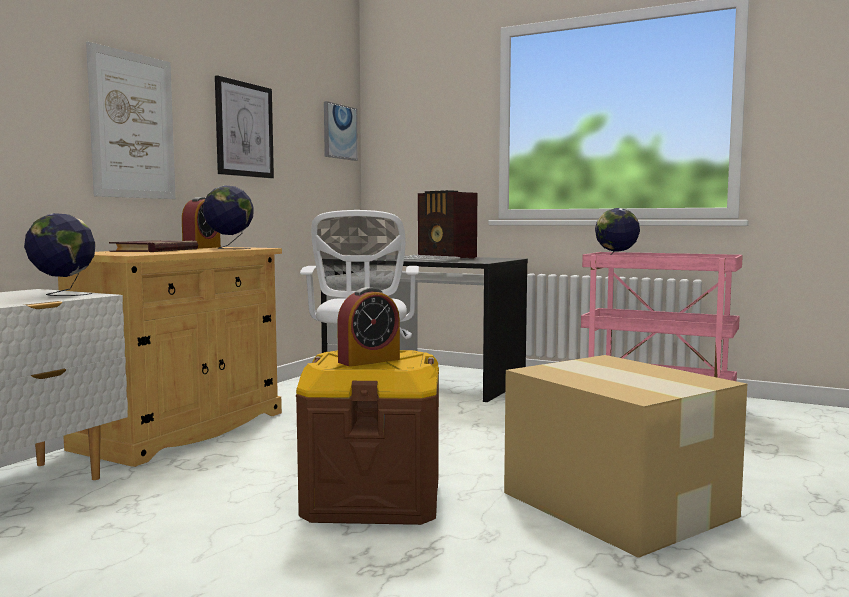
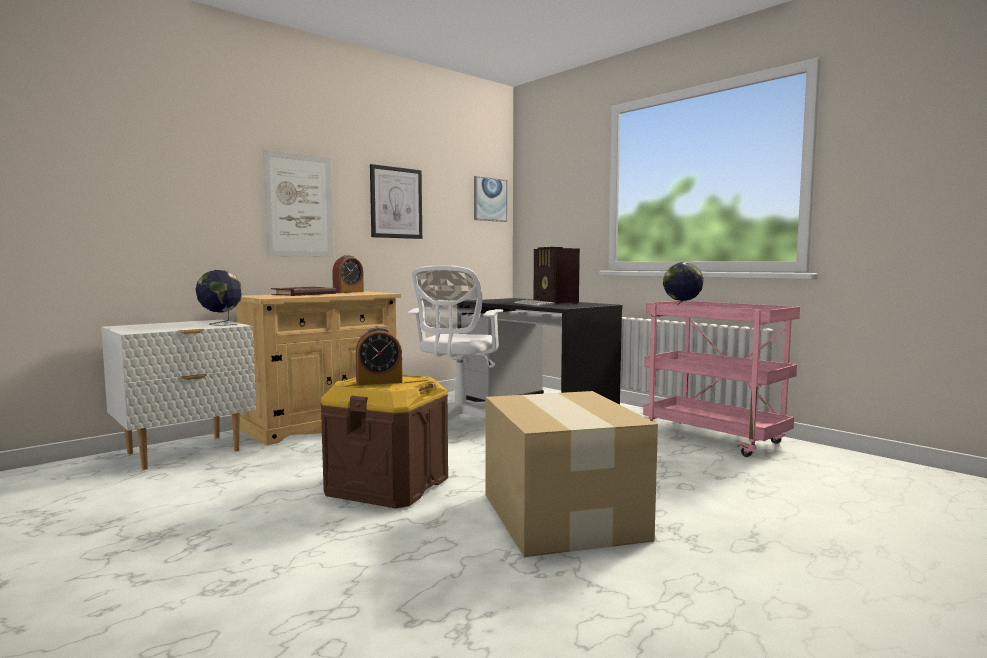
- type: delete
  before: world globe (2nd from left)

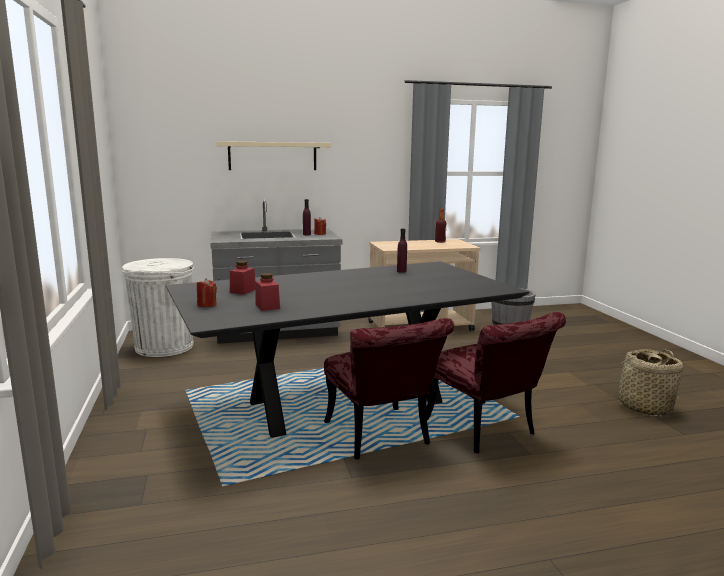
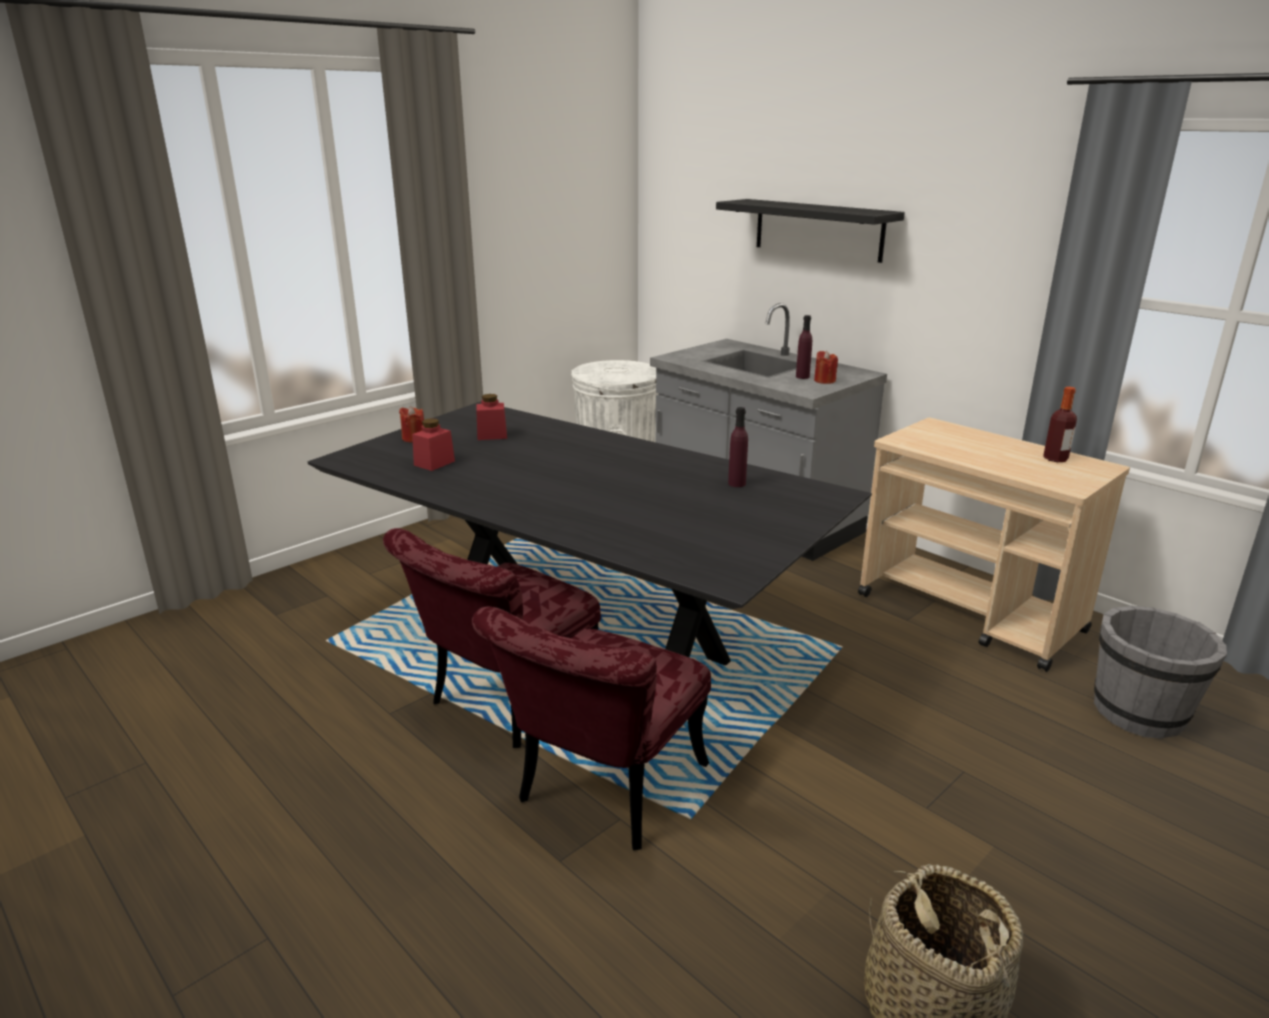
- type: recolor
  before: sand-coloured wall shelf
  after: blackish wall shelf

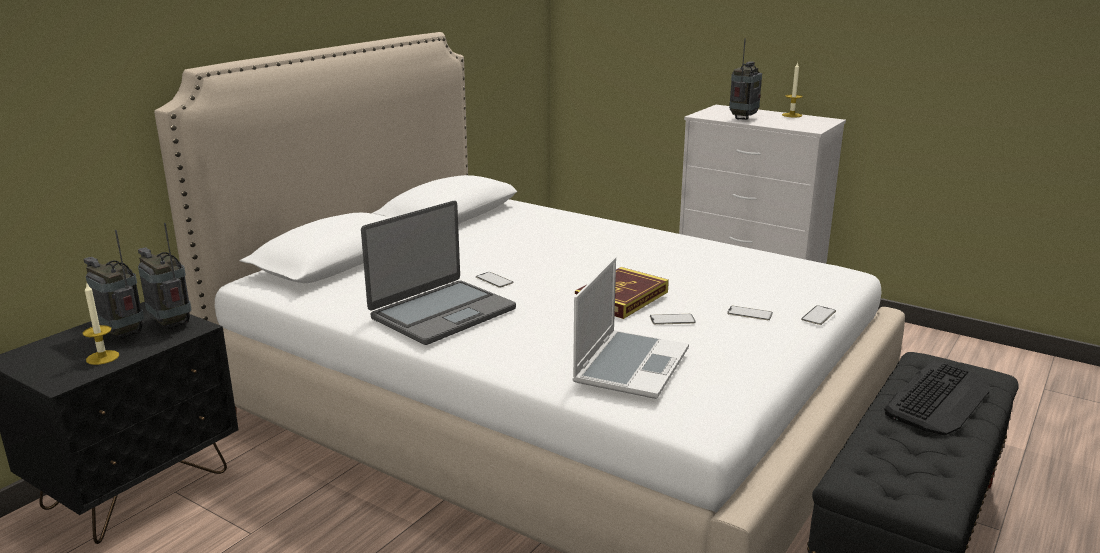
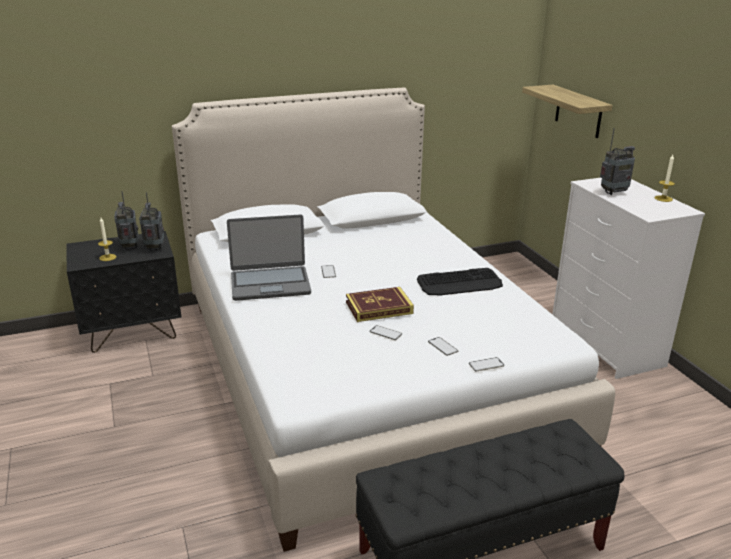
- type: delete
  before: notebook computer (2nd from left)
- type: insert
  after: wall shelf
- type: move
  before: keyboard

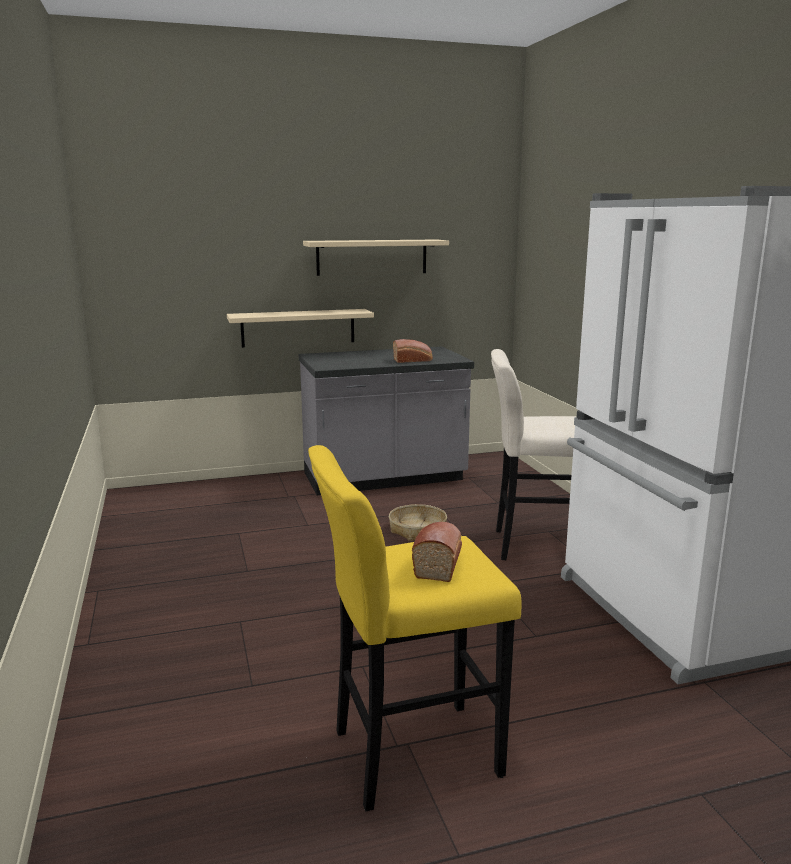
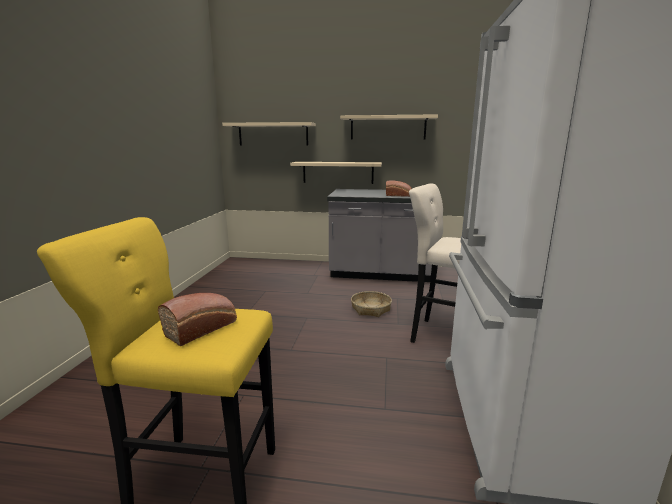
- type: insert
  after: sand-coloured wall shelf (1st from left)

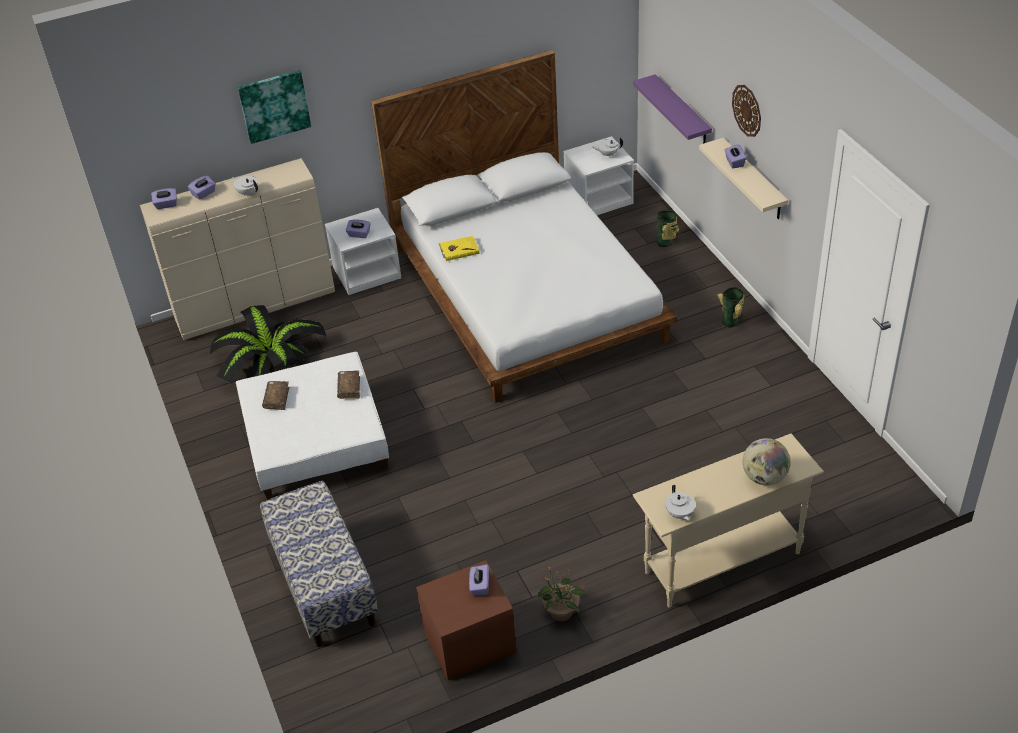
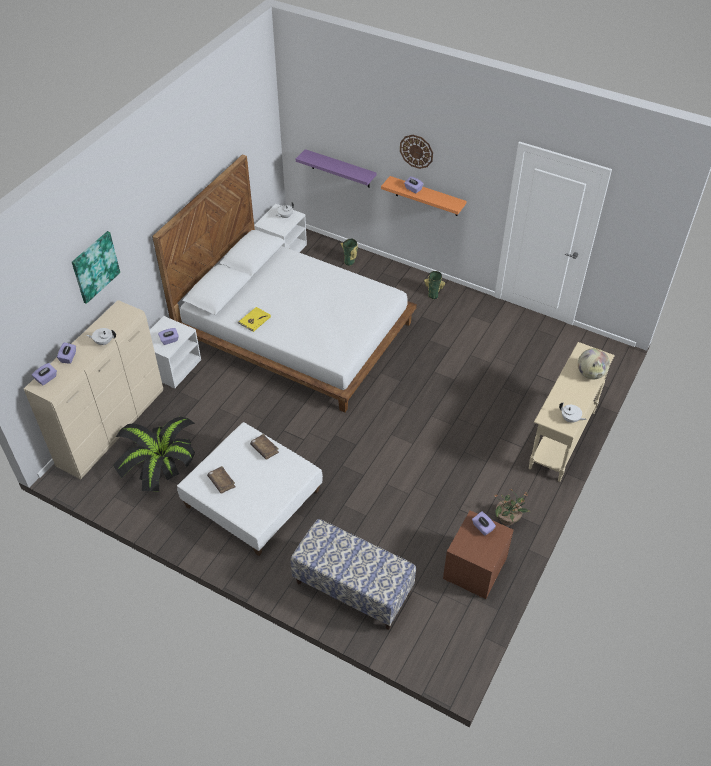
- type: recolor
  before: sand-coloured wall shelf
  after: orangey wall shelf

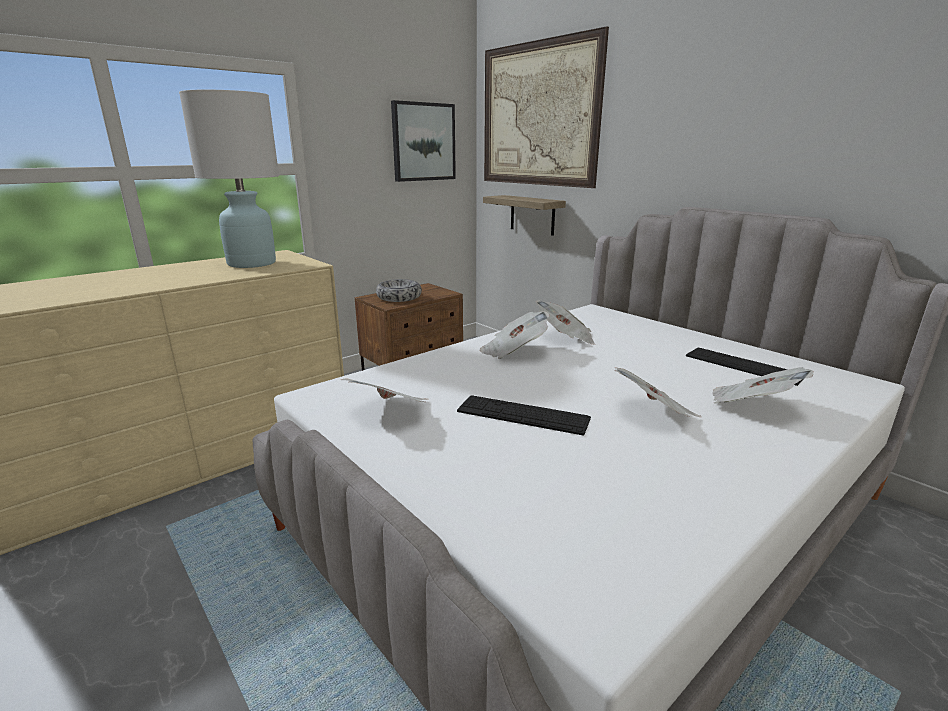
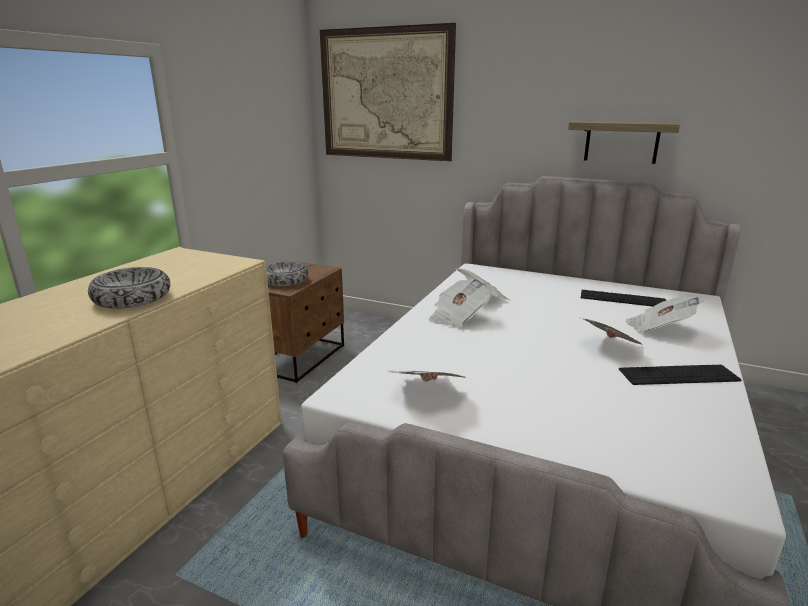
- type: delete
  before: white-coloured tabletop lamp
- type: delete
  before: picture (1st from left)
- type: insert
  after: serving bowl (1st from left)
- type: move
  before: keyboard (1st from left in the first image)
  after: keyboard (2nd from left)
- type: move
  before: wall shelf

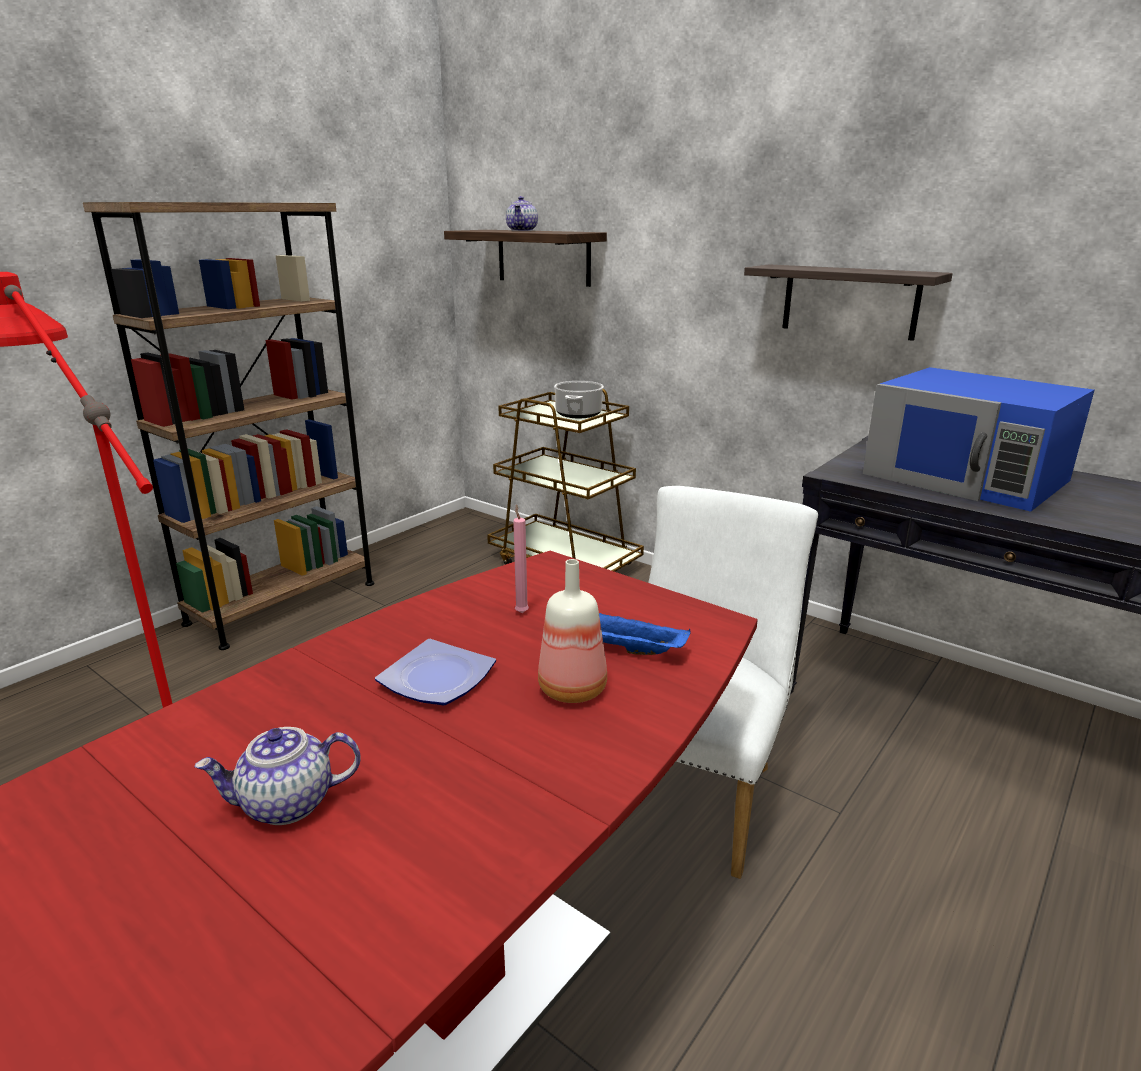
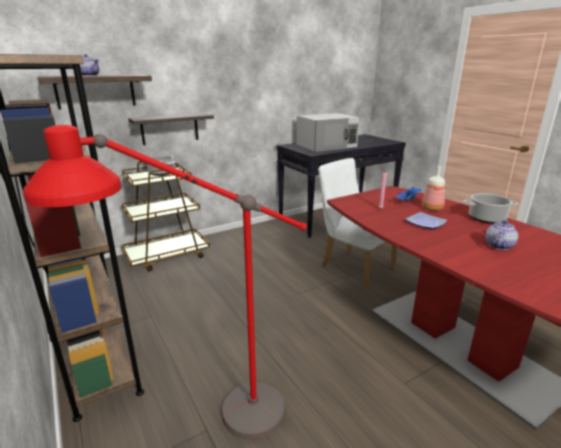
- type: insert
  after: saucepot (2nd from left)
- type: move
  before: wall shelf (2nd from left)
- type: recolor
  before: blue-coloured microwave oven
  after: white-coloured microwave oven
- type: rotate
  before: teapot (1st from left in the first image)
  turn: -150

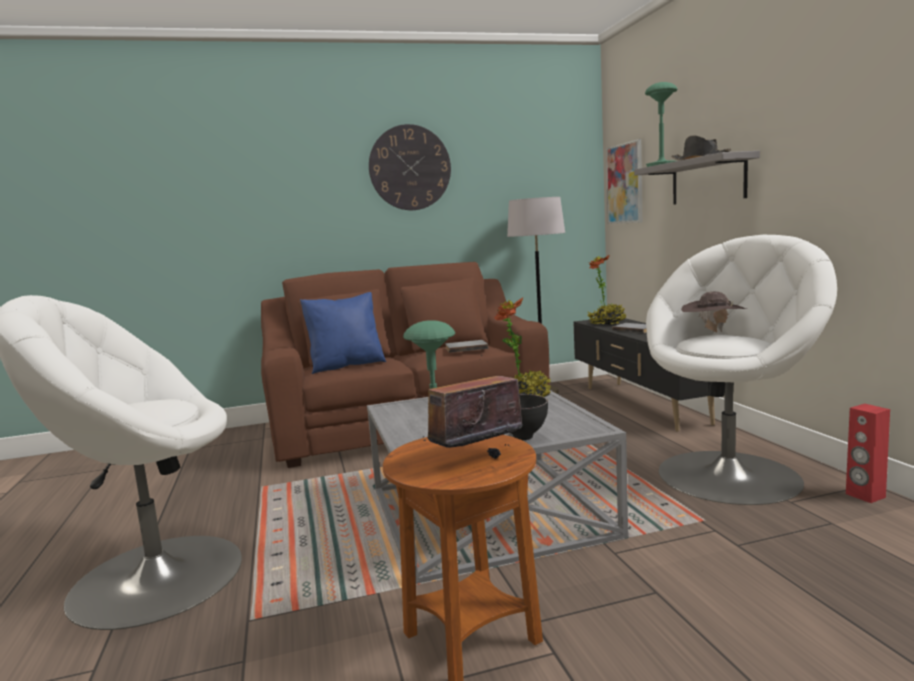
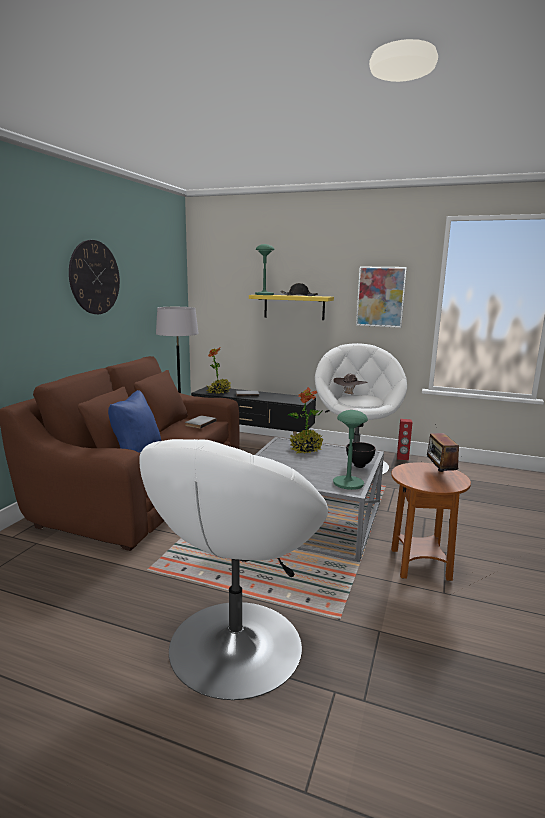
- type: move
  before: picture
- type: recolor
  before: grey wall shelf
  after: yellowish wall shelf

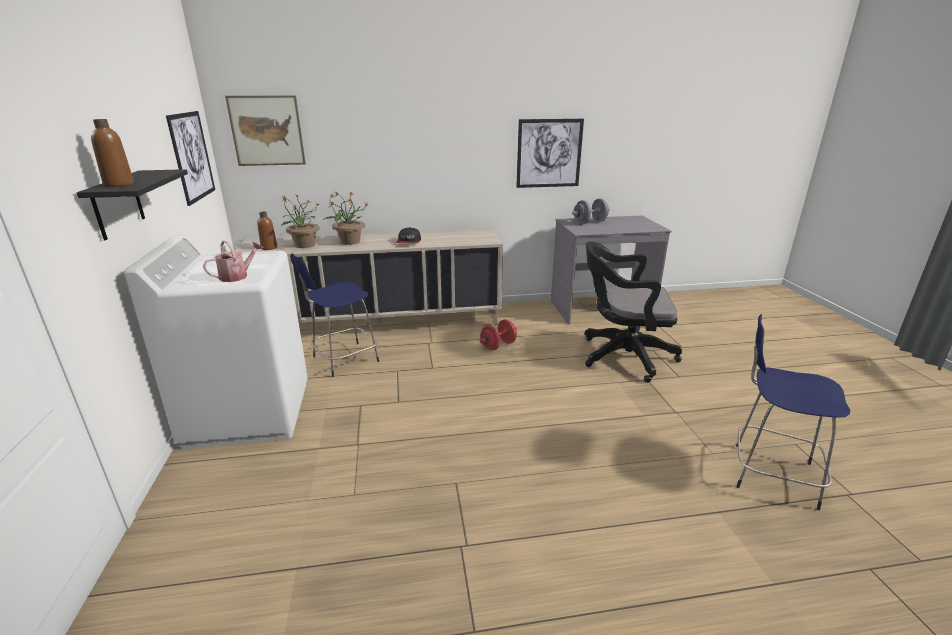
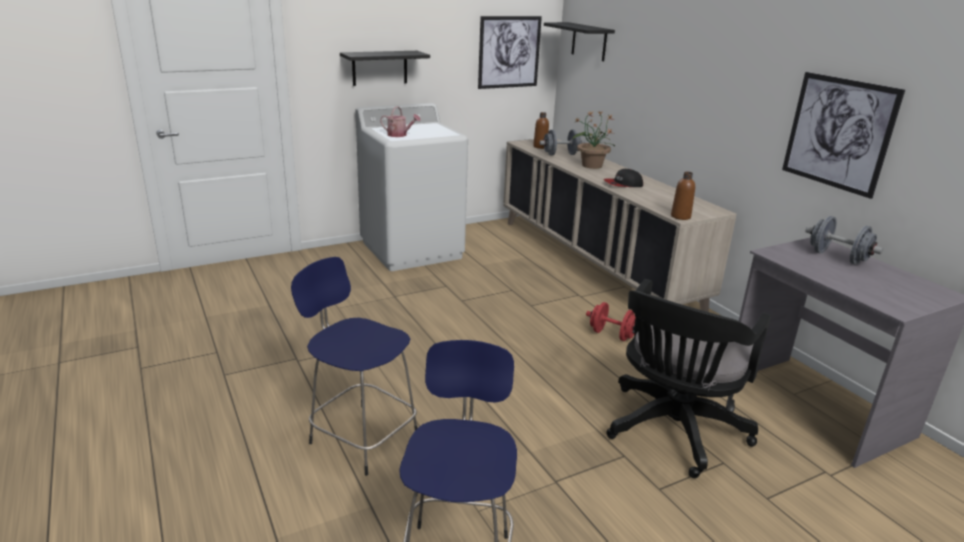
- type: move
  before: brown drink bottle (1st from left in the first image)
  after: brown drink bottle (2nd from left)
- type: move
  before: blue-coloured sitting stool (1st from left)
- type: replace
  before: picture (2nd from left)
  after: blackish wall shelf (2nd from left)
- type: replace
  before: potted plant (1st from left)
  after: grey hand weight (1st from left)
- type: rotate
  before: blackish computer chair
  turn: -135

